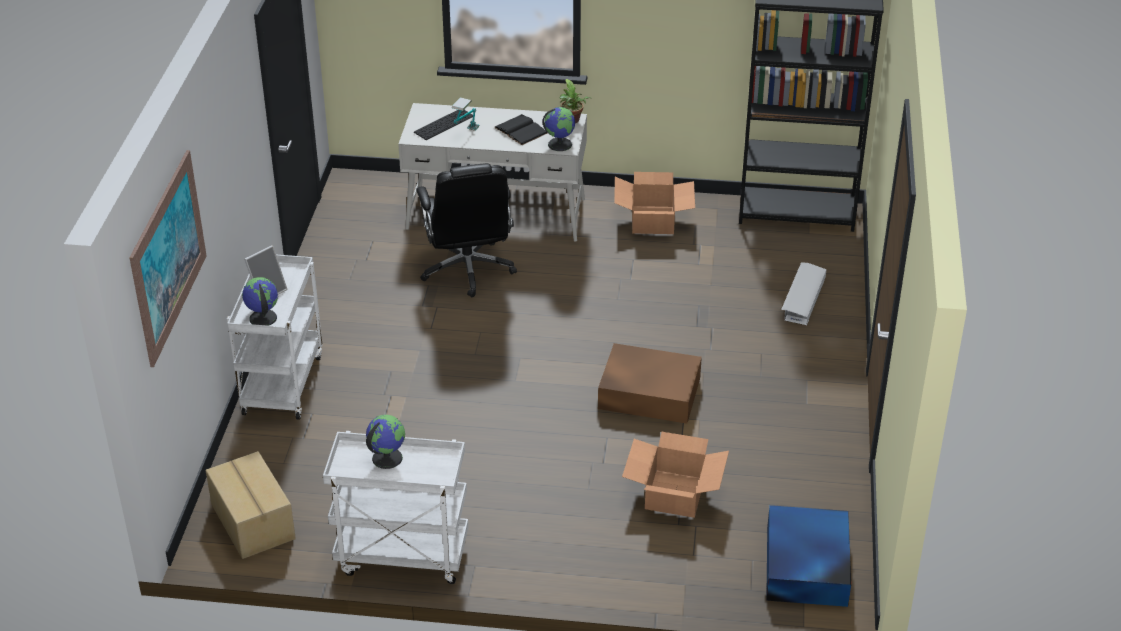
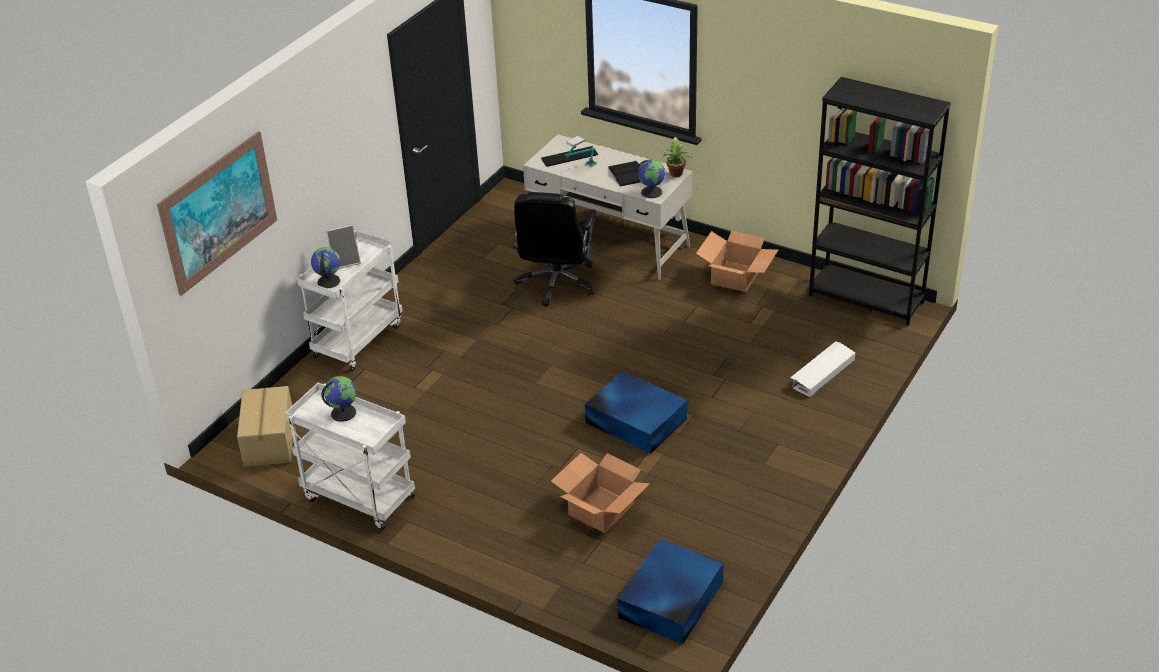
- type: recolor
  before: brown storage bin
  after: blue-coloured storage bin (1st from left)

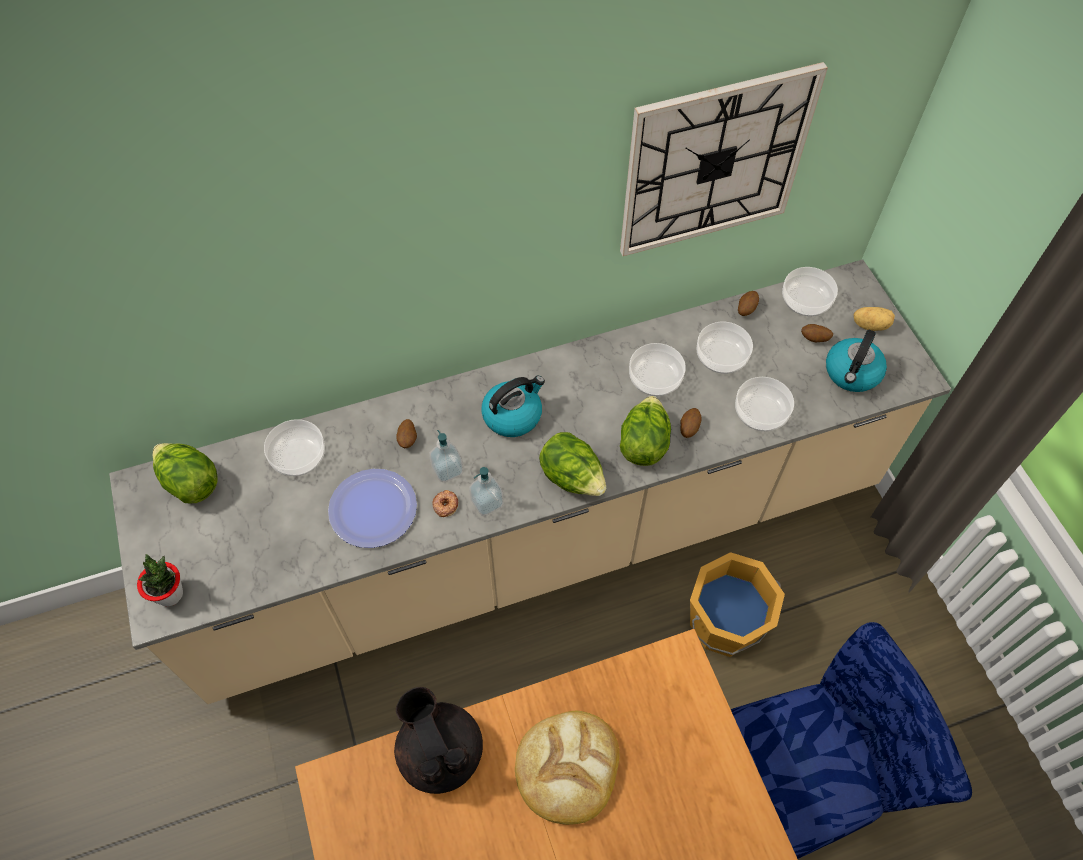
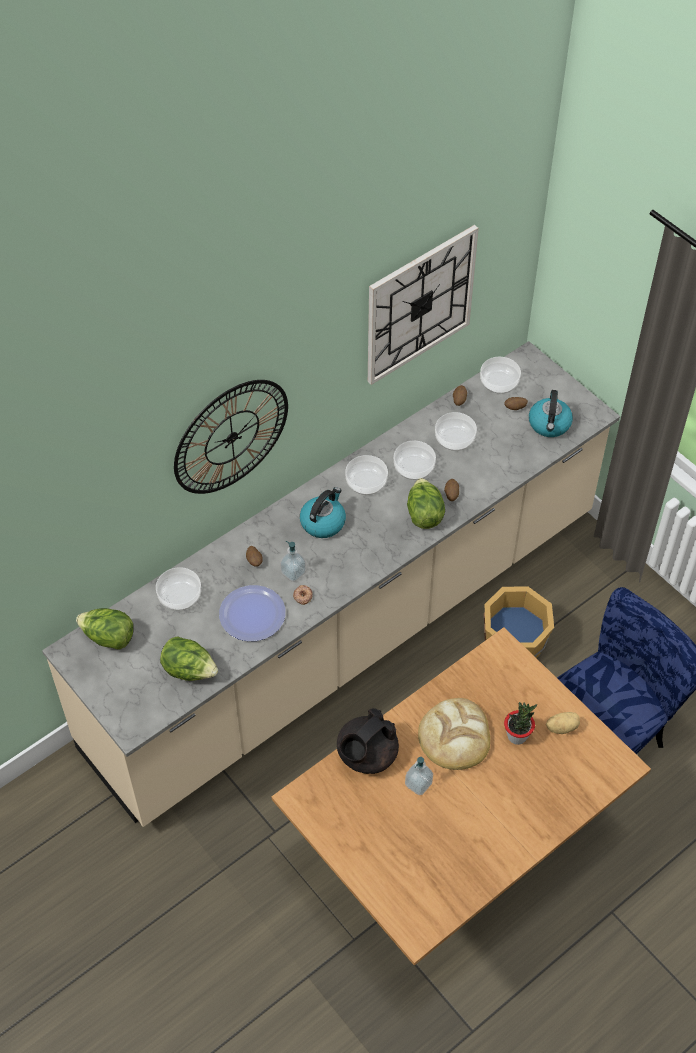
- type: insert
  after: hanging clock (1st from left)
- type: move
  before: potted plant
- type: move
  before: soap dispenser (2nd from left)
- type: move
  before: lettuce head (2nd from left)
- type: move
  before: serving bowl (4th from left in the first image)
  after: serving bowl (2nd from left)
- type: move
  before: potato (5th from left)
- type: rotate
  before: blackish teapot
  turn: -90

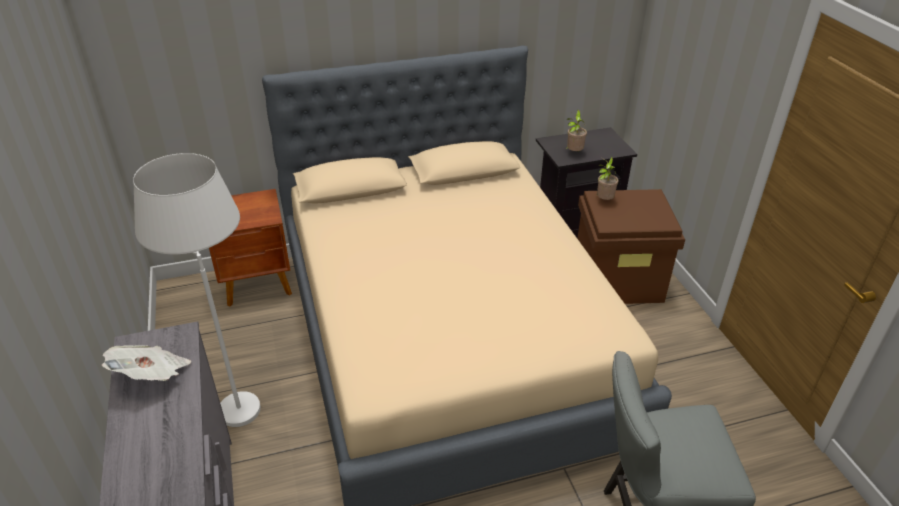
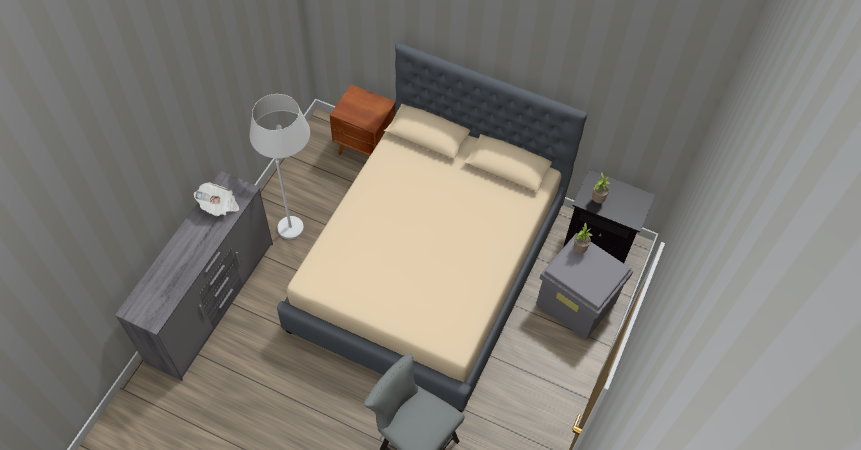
- type: recolor
  before: brown storage bin
  after: grey storage bin

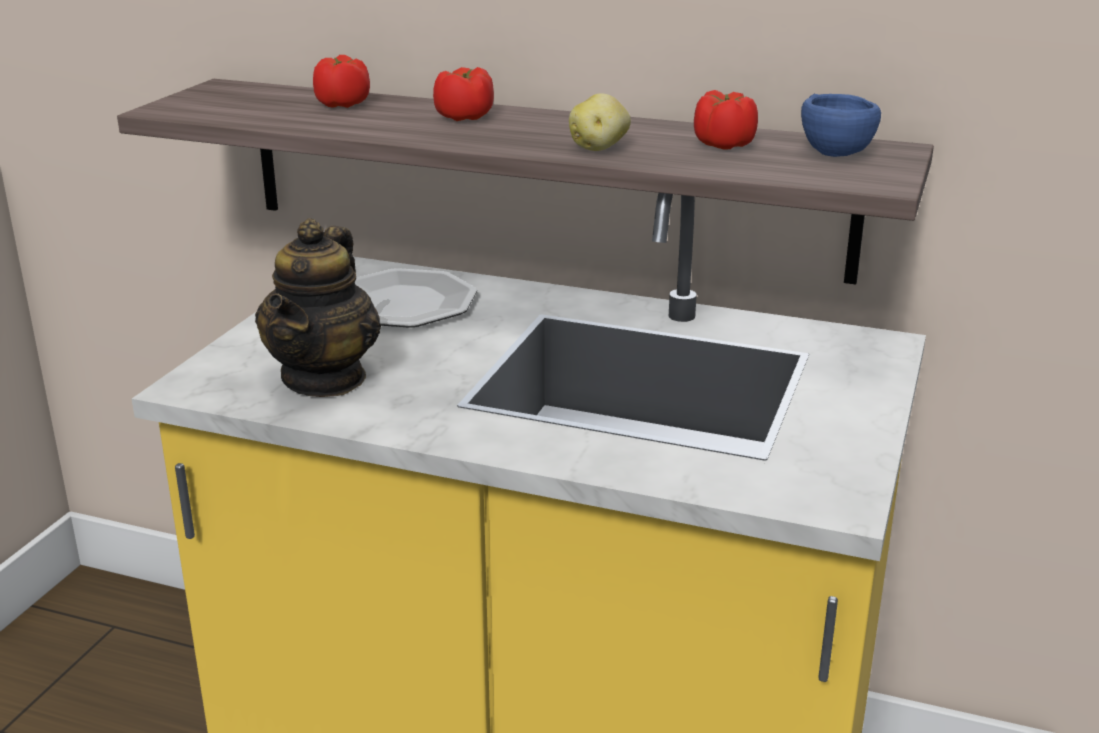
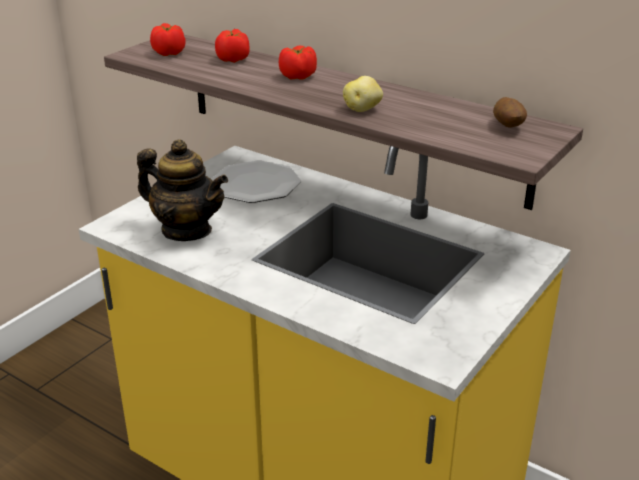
- type: move
  before: tomato (3rd from left in the first image)
  after: tomato (1st from left)
- type: replace
  before: blue-coloured small cup
  after: potato (2nd from left)
- type: rotate
  before: teapot
  turn: -90

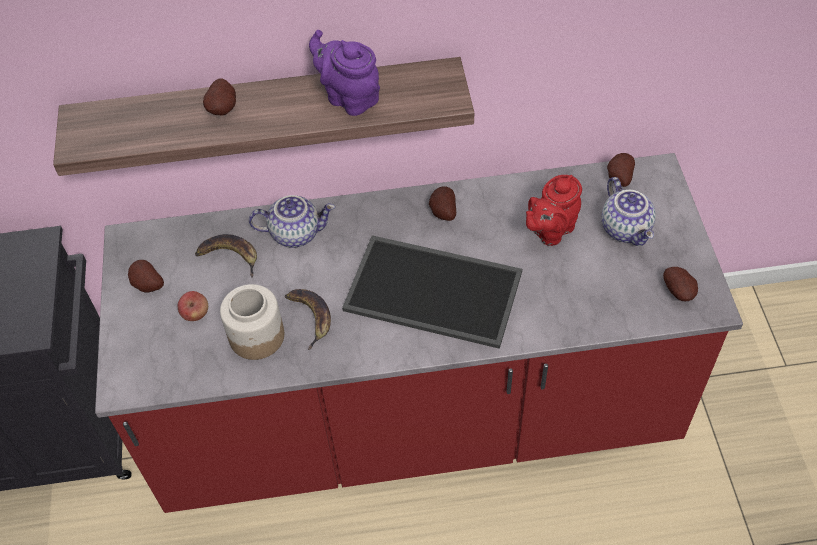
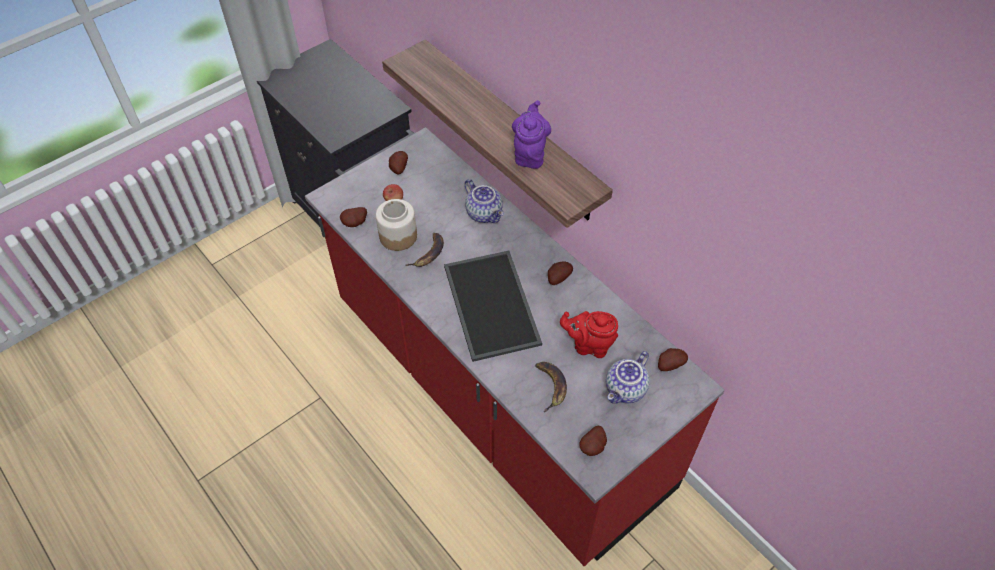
- type: move
  before: banana (1st from left in the first image)
  after: banana (2nd from left)
- type: move
  before: potato (2nd from left in the first image)
  after: potato (1st from left)

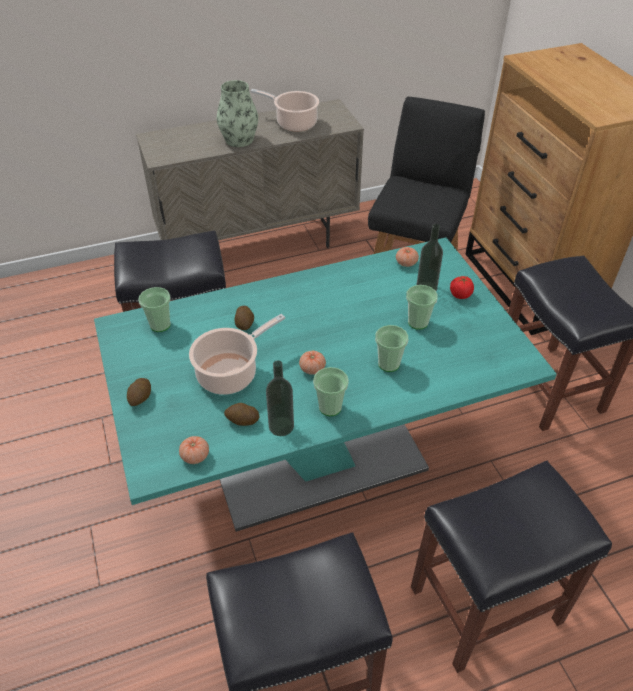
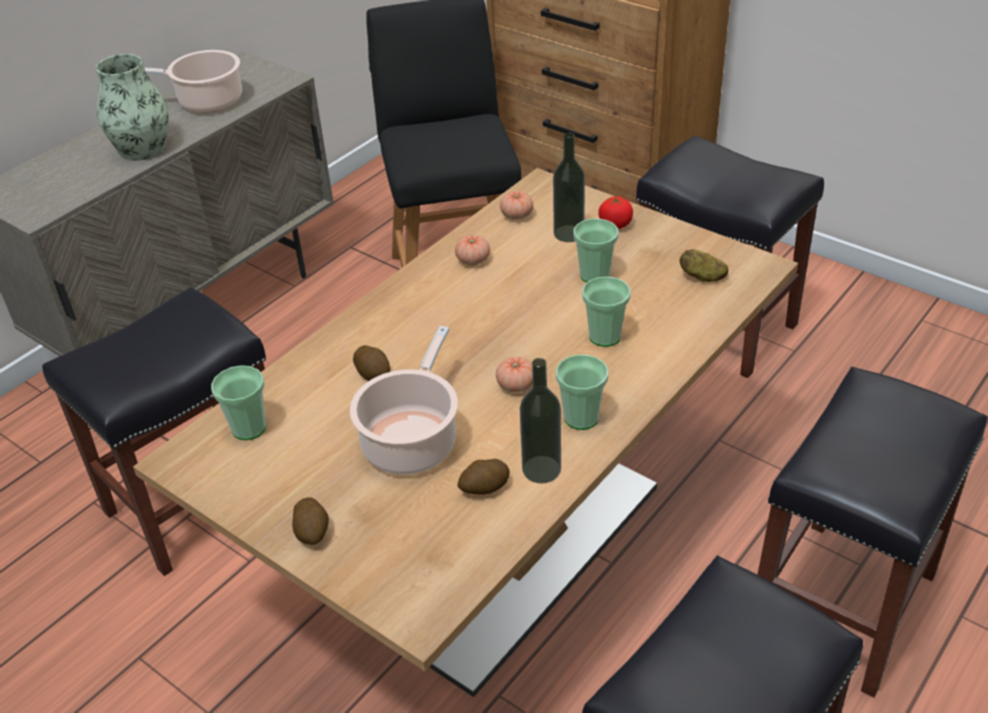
- type: insert
  after: potato (4th from left)
- type: move
  before: tomato (1st from left)
- type: recolor
  before: turquoise dining table
  after: brown dining table

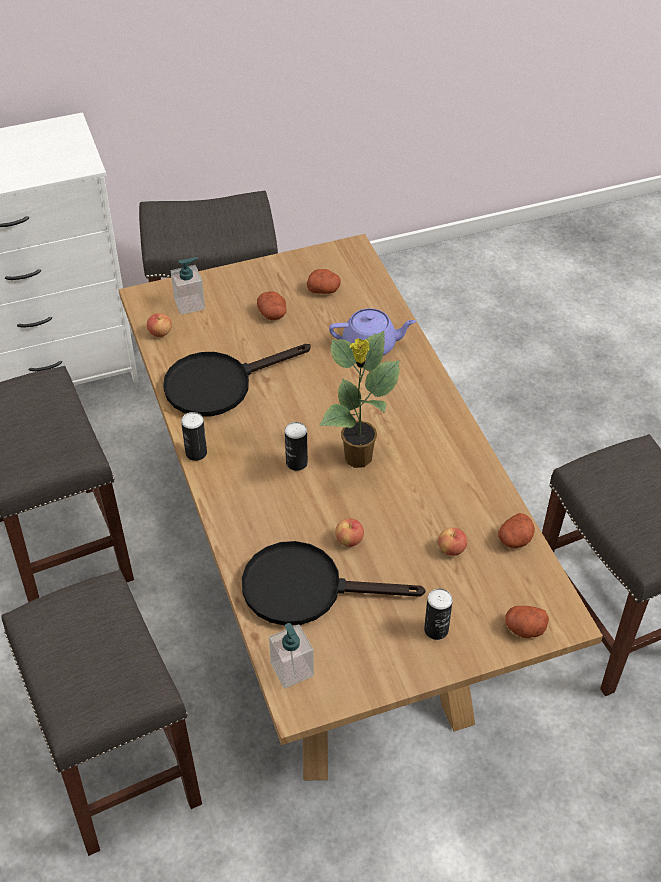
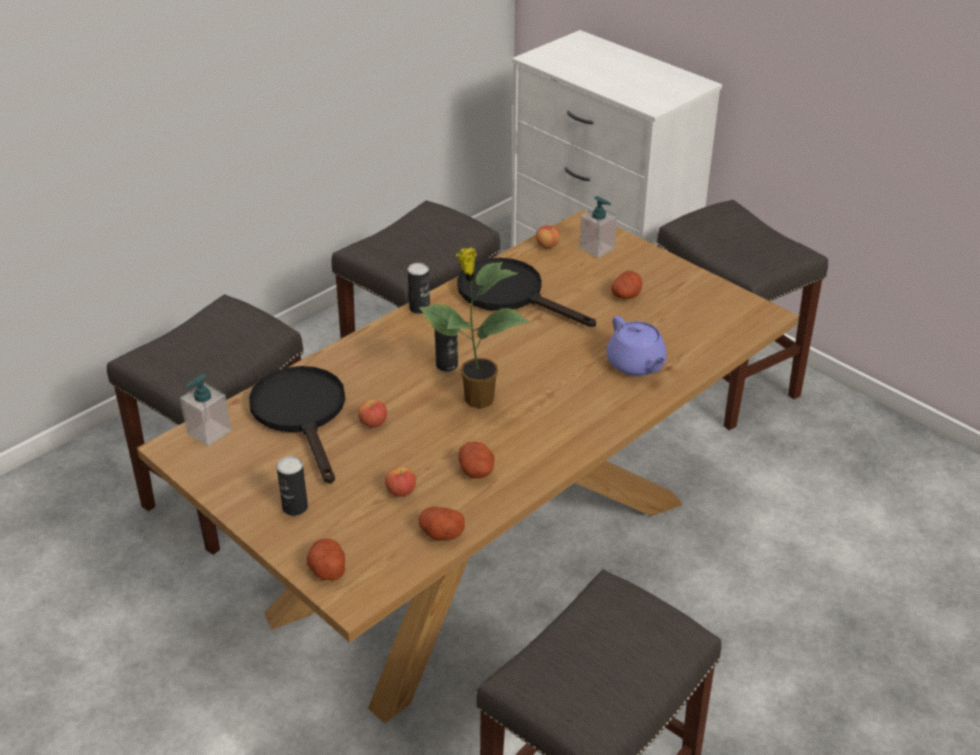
- type: move
  before: potato (2nd from left in the first image)
  after: potato (3rd from left)

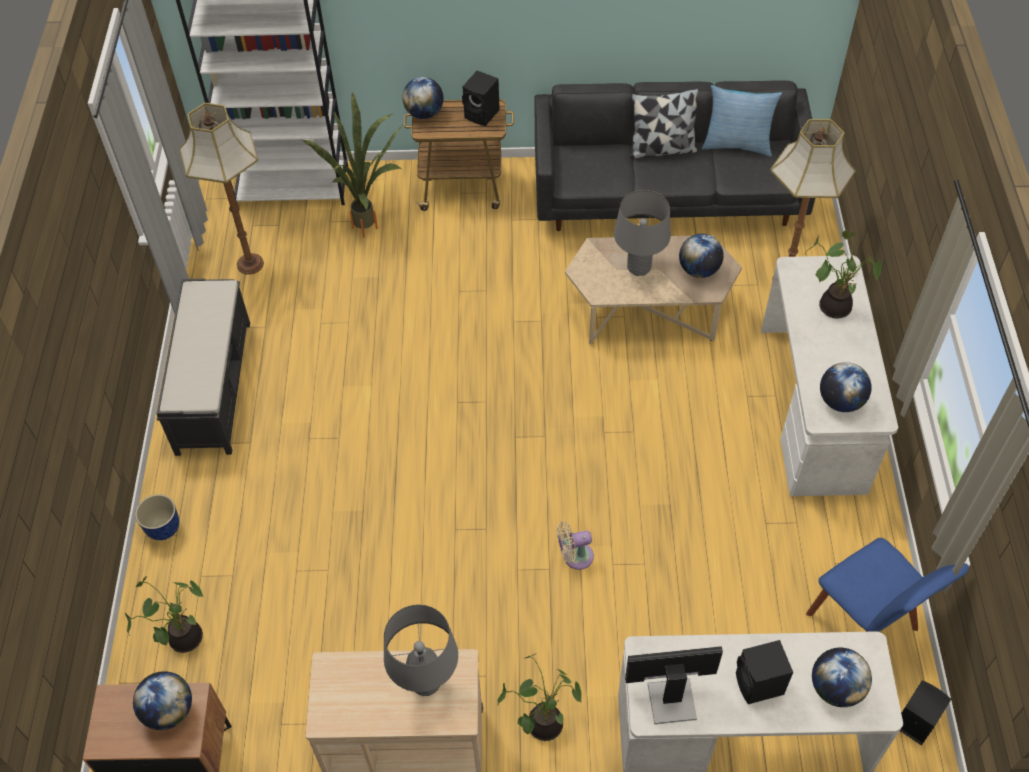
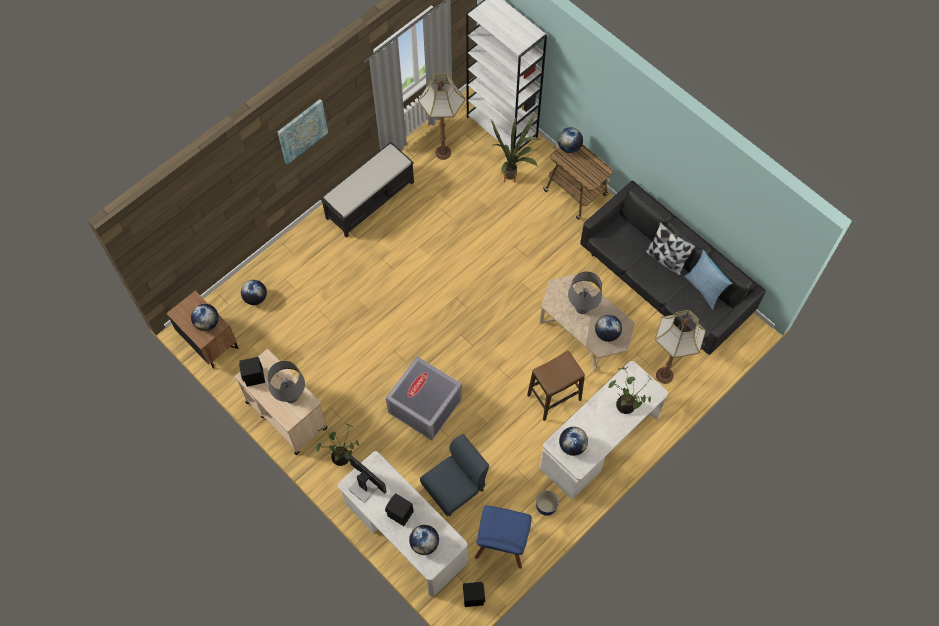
- type: insert
  after: picture
- type: insert
  after: blue-coloured chair (1st from left)
- type: insert
  after: sitting stool
- type: move
  before: flower pot
- type: move
  before: blackish audio speaker (1st from left)
- type: replace
  before: potted plant (1st from left)
  after: world globe (2nd from left)
- type: replace
  before: sand-coloured cooling fan
  after: grey storage bin

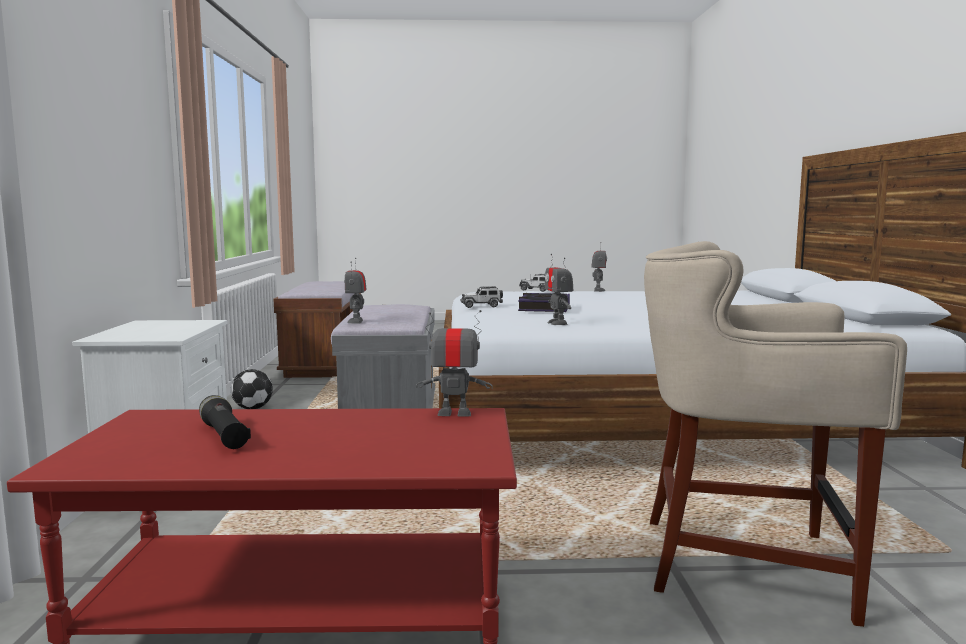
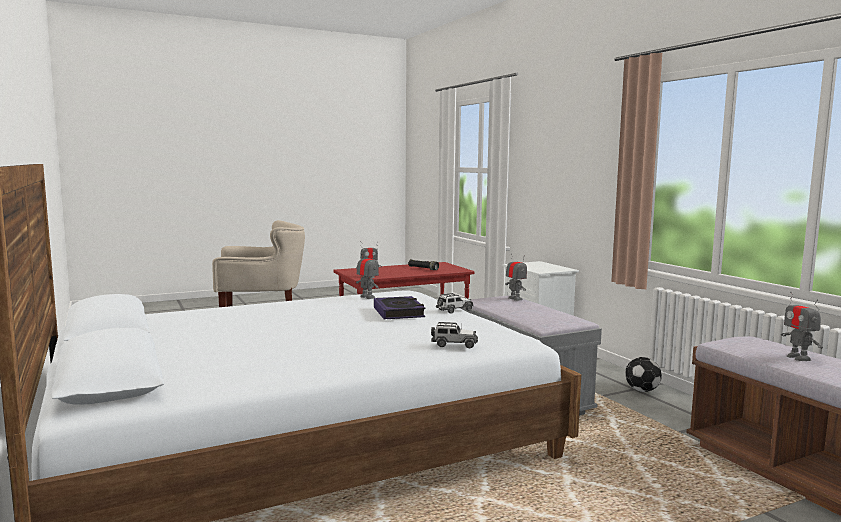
- type: move
  before: toy robot (4th from left)

